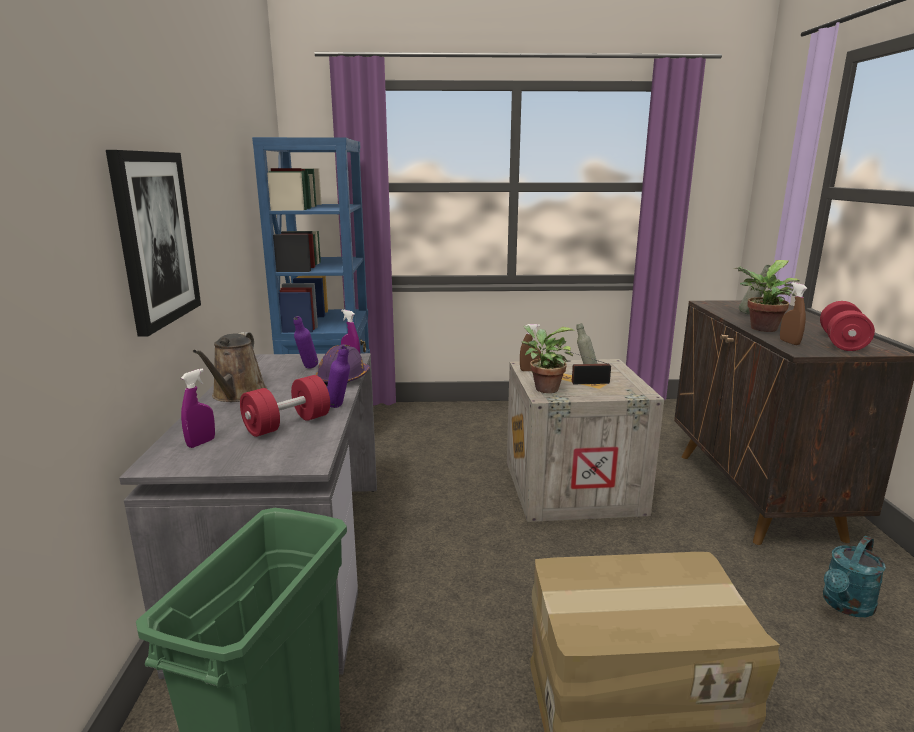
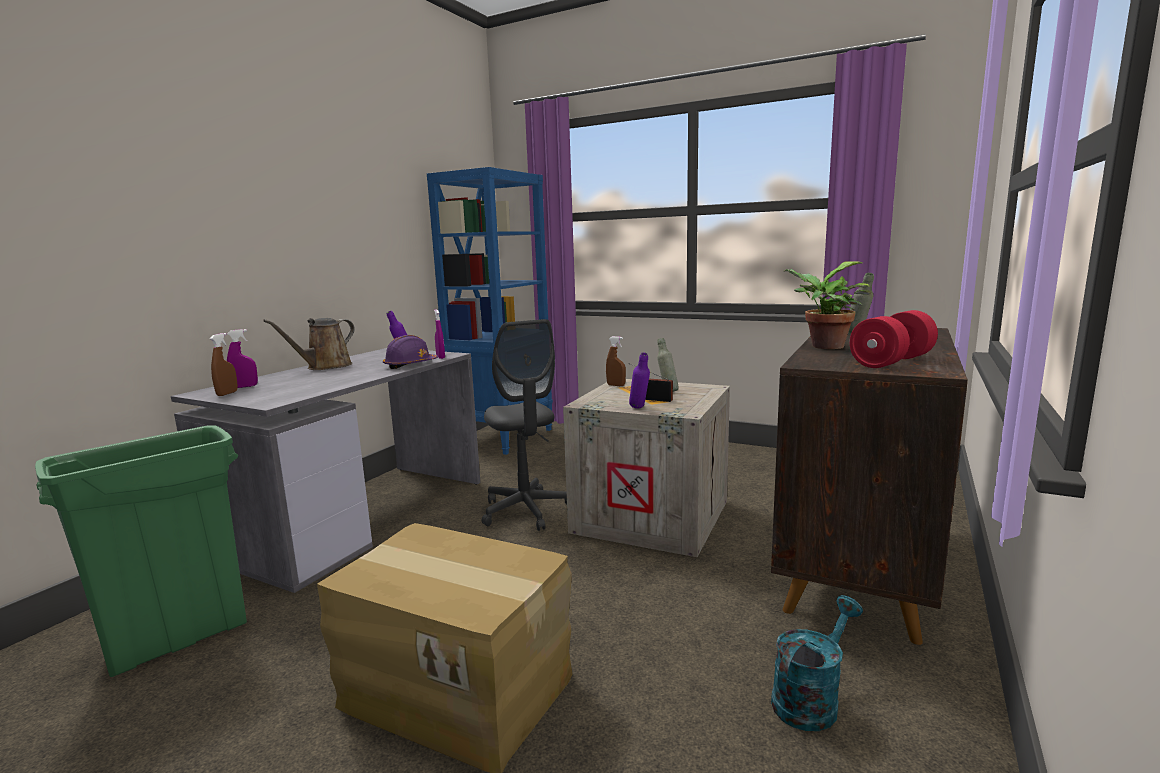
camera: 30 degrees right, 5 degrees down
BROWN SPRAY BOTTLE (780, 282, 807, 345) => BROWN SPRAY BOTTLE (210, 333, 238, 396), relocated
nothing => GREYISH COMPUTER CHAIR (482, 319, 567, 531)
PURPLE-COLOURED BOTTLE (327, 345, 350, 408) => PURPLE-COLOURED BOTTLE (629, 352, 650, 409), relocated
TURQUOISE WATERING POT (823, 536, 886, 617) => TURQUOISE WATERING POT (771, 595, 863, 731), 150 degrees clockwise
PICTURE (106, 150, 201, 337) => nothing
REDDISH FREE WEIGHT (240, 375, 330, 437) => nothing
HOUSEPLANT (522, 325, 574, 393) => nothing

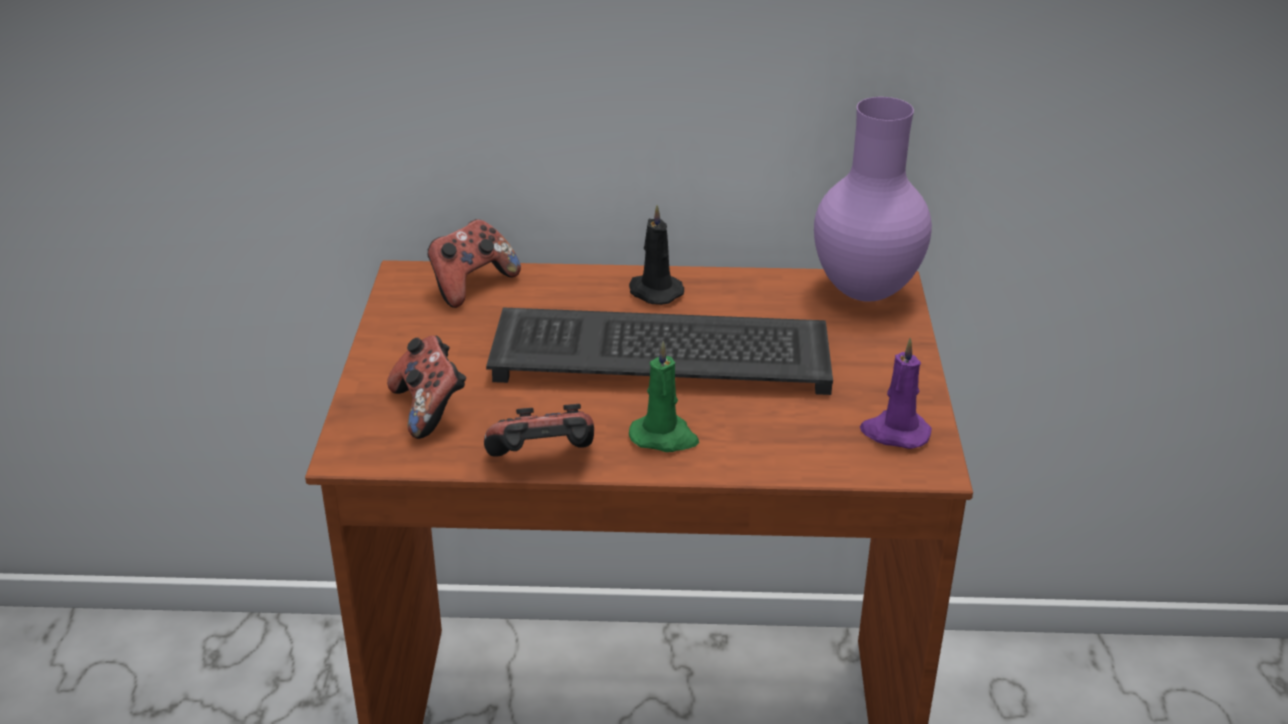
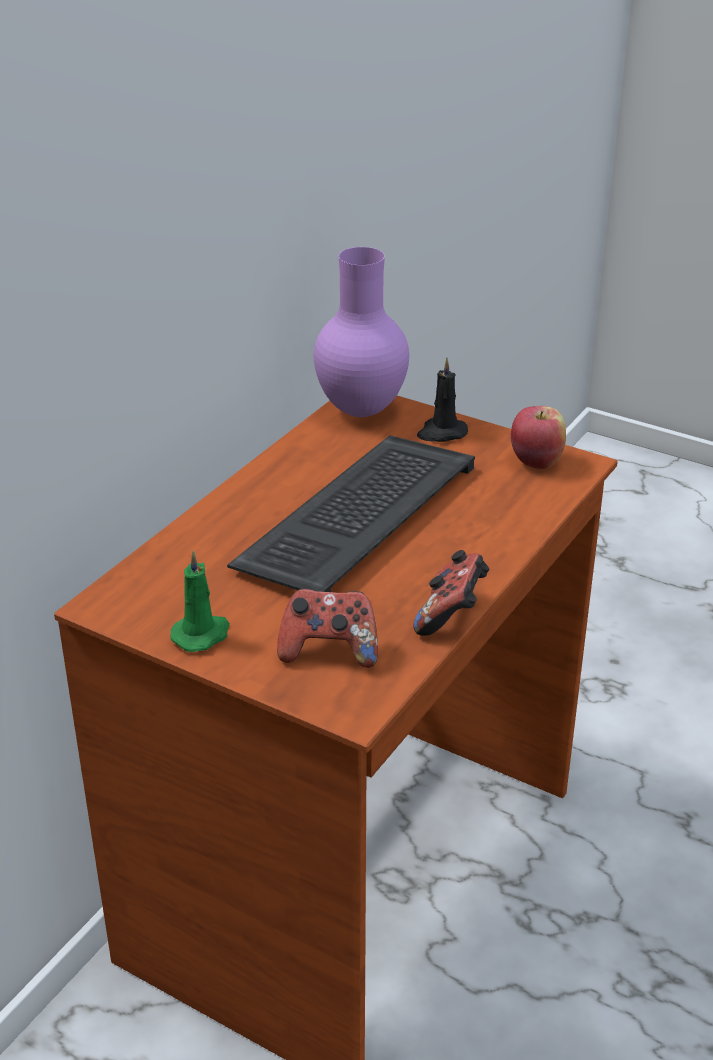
camera: 60 degrees left, 0 degrees up
GREEN WAX LIGHT (629, 341, 699, 452) => GREEN WAX LIGHT (170, 550, 230, 652), relocated
BLACK-COLOURED WAX LIGHT (629, 205, 684, 305) => BLACK-COLOURED WAX LIGHT (417, 358, 468, 442), relocated
PURPLE-COLOURED WAX LIGHT (860, 338, 932, 449) => APPLE FRUIT (511, 406, 566, 469)
GAME CONTROLLER (428, 219, 521, 308) => nothing

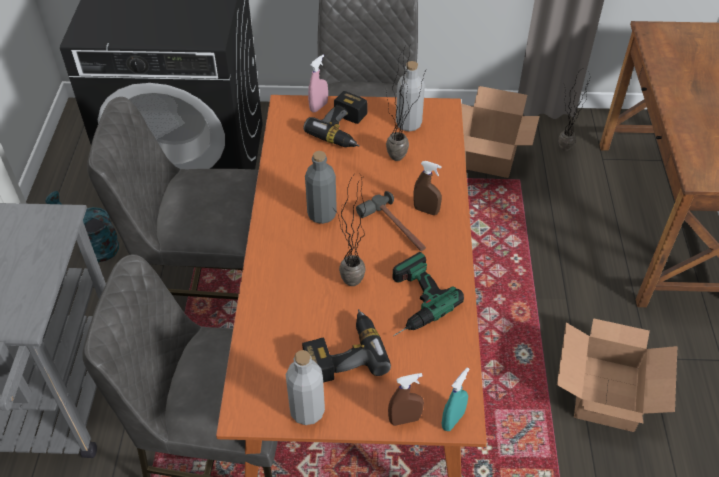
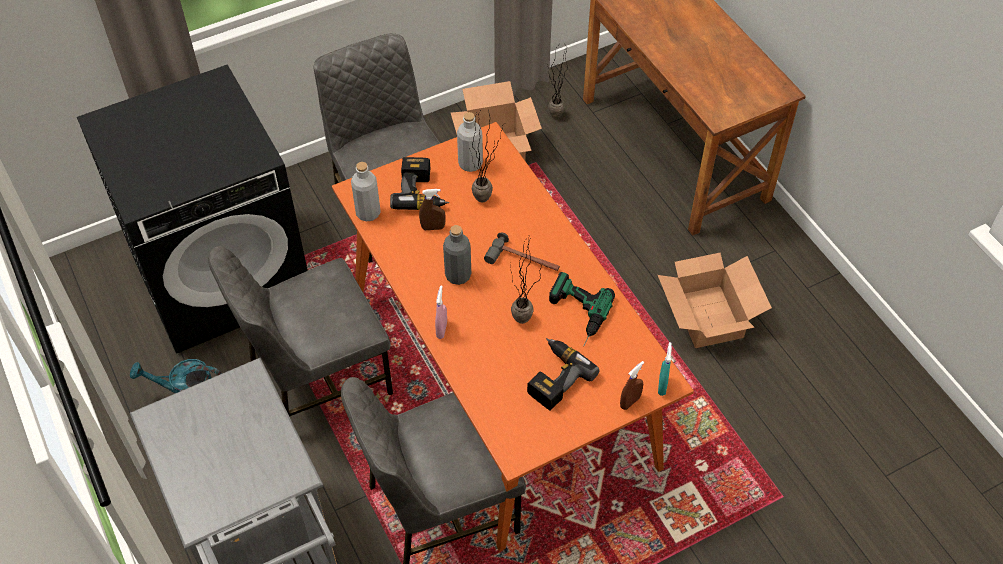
camera: 30 degrees left, 5 degrees up
GREYISH BOTTLE (286, 350, 325, 425) => GREYISH BOTTLE (351, 162, 381, 222), relocated
BROWN SPRAY BOTTLE (413, 161, 442, 215) => BROWN SPRAY BOTTLE (419, 189, 446, 230), relocated
PINKISH SPRAY BOTTLE (308, 55, 328, 113) => PINKISH SPRAY BOTTLE (435, 286, 447, 339), relocated

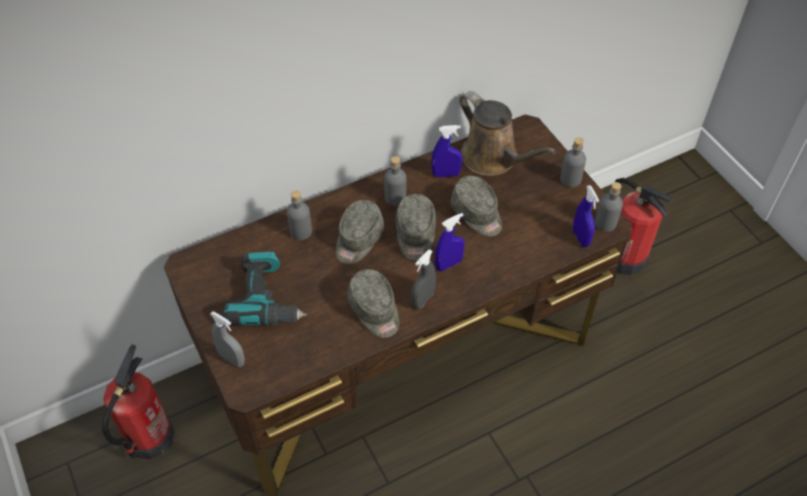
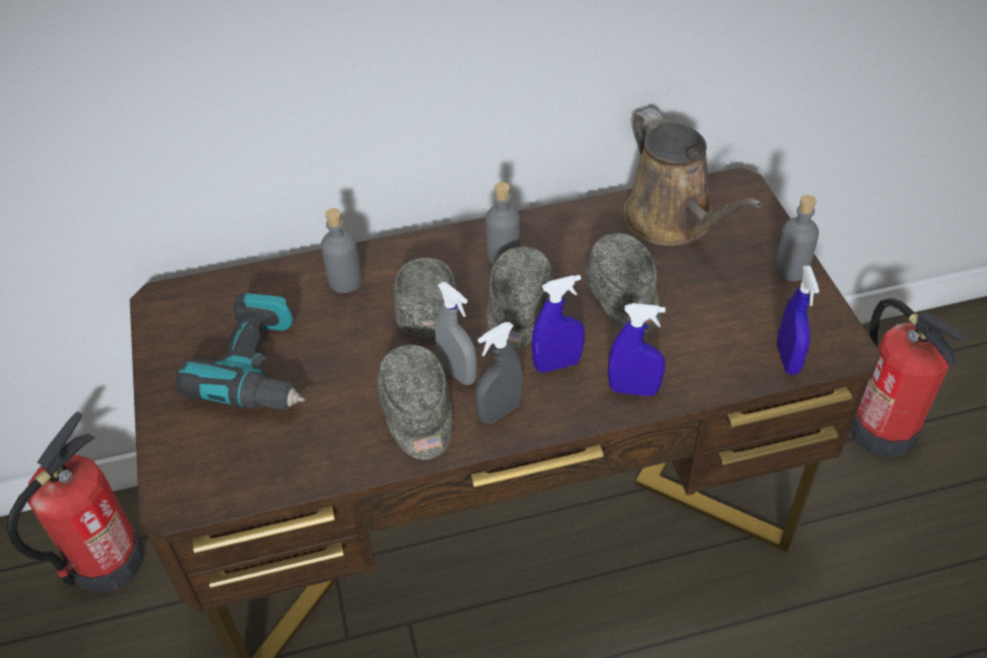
camera: 15 degrees right, 5 degrees down
GREYISH PEAKED CAP (336, 200, 384, 264) => GREYISH PEAKED CAP (394, 258, 460, 337), 135 degrees clockwise
GREYISH SPRAY BOTTLE (210, 311, 245, 367) => GREYISH SPRAY BOTTLE (435, 282, 477, 385), relocated
BLUE SPRAY BOTTLE (431, 125, 463, 177) => BLUE SPRAY BOTTLE (608, 303, 666, 396), relocated
GREYISH BOTTLE (595, 182, 623, 232) => nothing

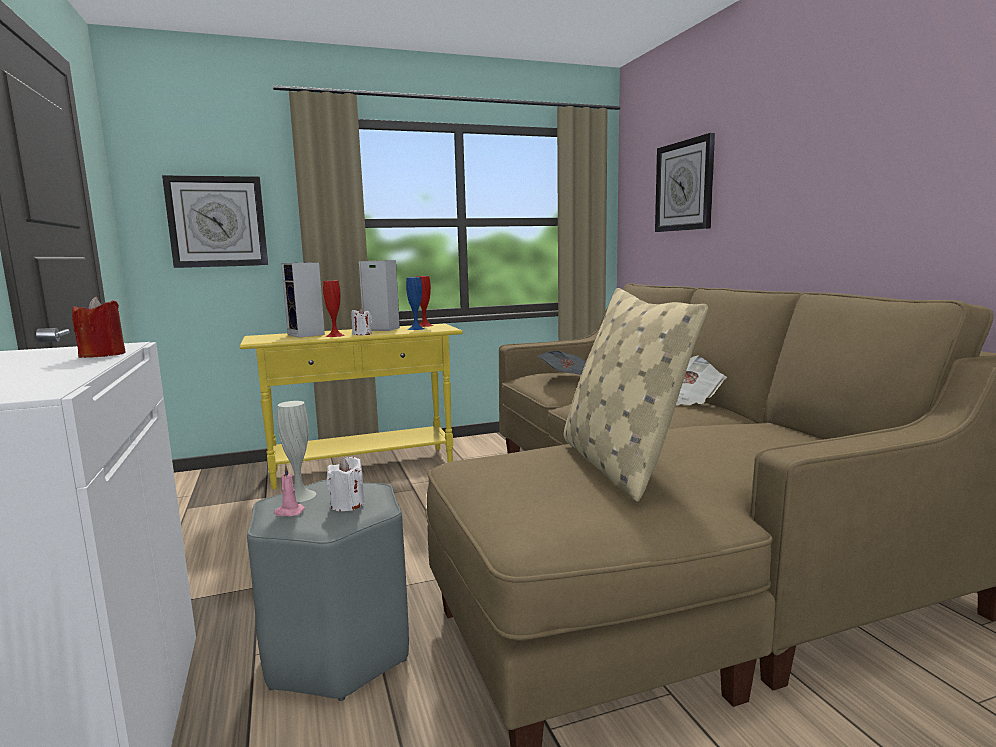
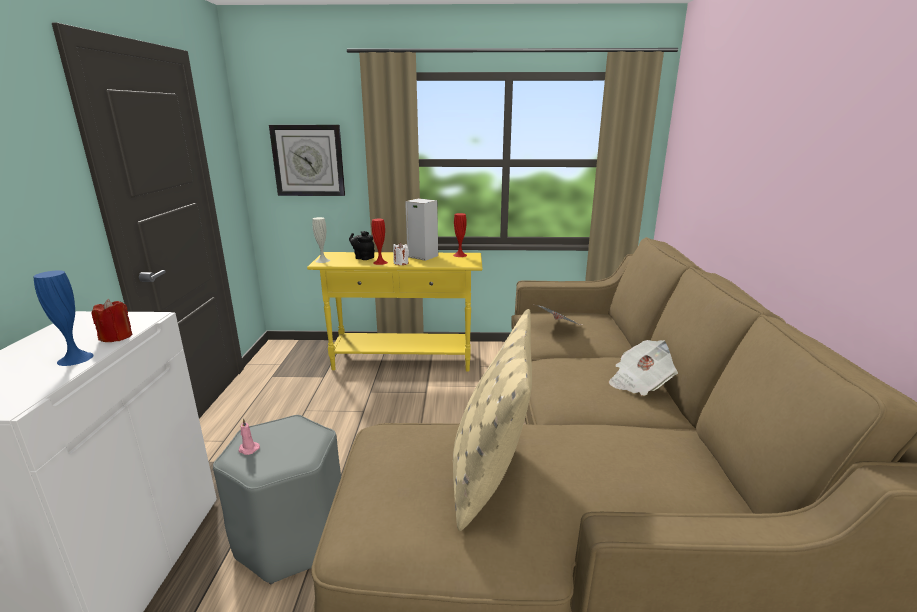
camera: 20 degrees right, 10 degrees up
BLUE DECORATIVE VASE (406, 277, 425, 330) => BLUE DECORATIVE VASE (34, 271, 94, 366), relocated
WHITE-COLOURED DECORATIVE VASE (277, 401, 316, 502) => WHITE-COLOURED DECORATIVE VASE (312, 217, 330, 263), relocated
SPEAKER (281, 262, 325, 338) => BLACK-COLOURED TEA POT (349, 231, 375, 260)
WHITE-COLOURED WAX LIGHT (326, 457, 365, 511) => nothing
WALL CLOCK (655, 133, 715, 232) => nothing

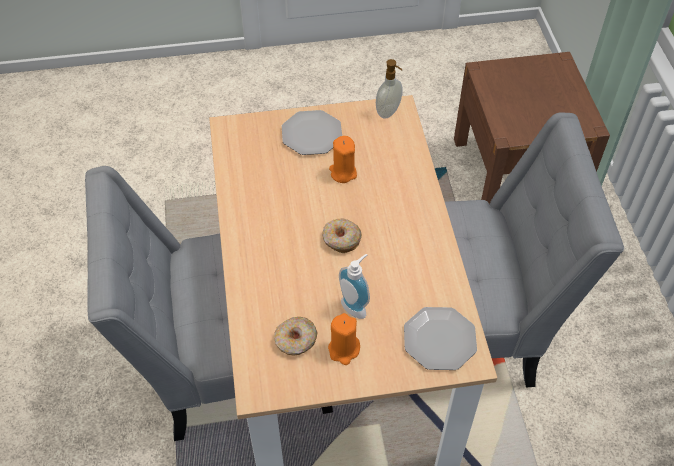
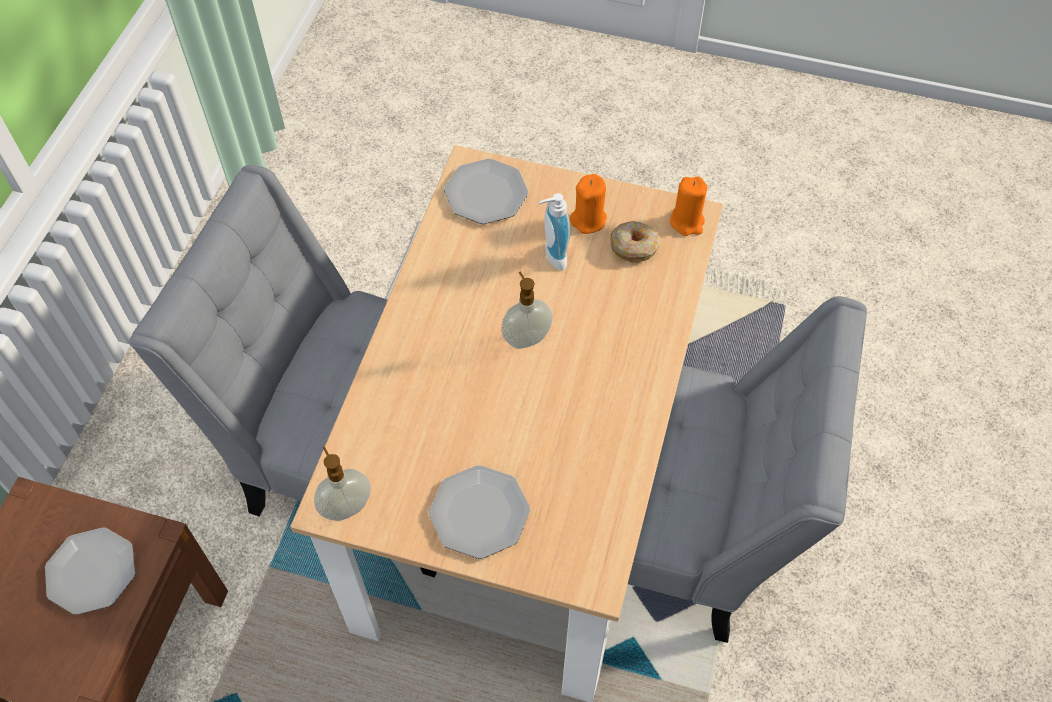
camera: 155 degrees left, 5 degrees up
nothing => PLATE (45, 527, 136, 615)
RING DOUGHNUT (322, 219, 362, 253) => SOAP BOTTLE (501, 272, 553, 349)
ORANGE WAX LIGHT (329, 136, 357, 183) => ORANGE WAX LIGHT (670, 176, 707, 236), relocated

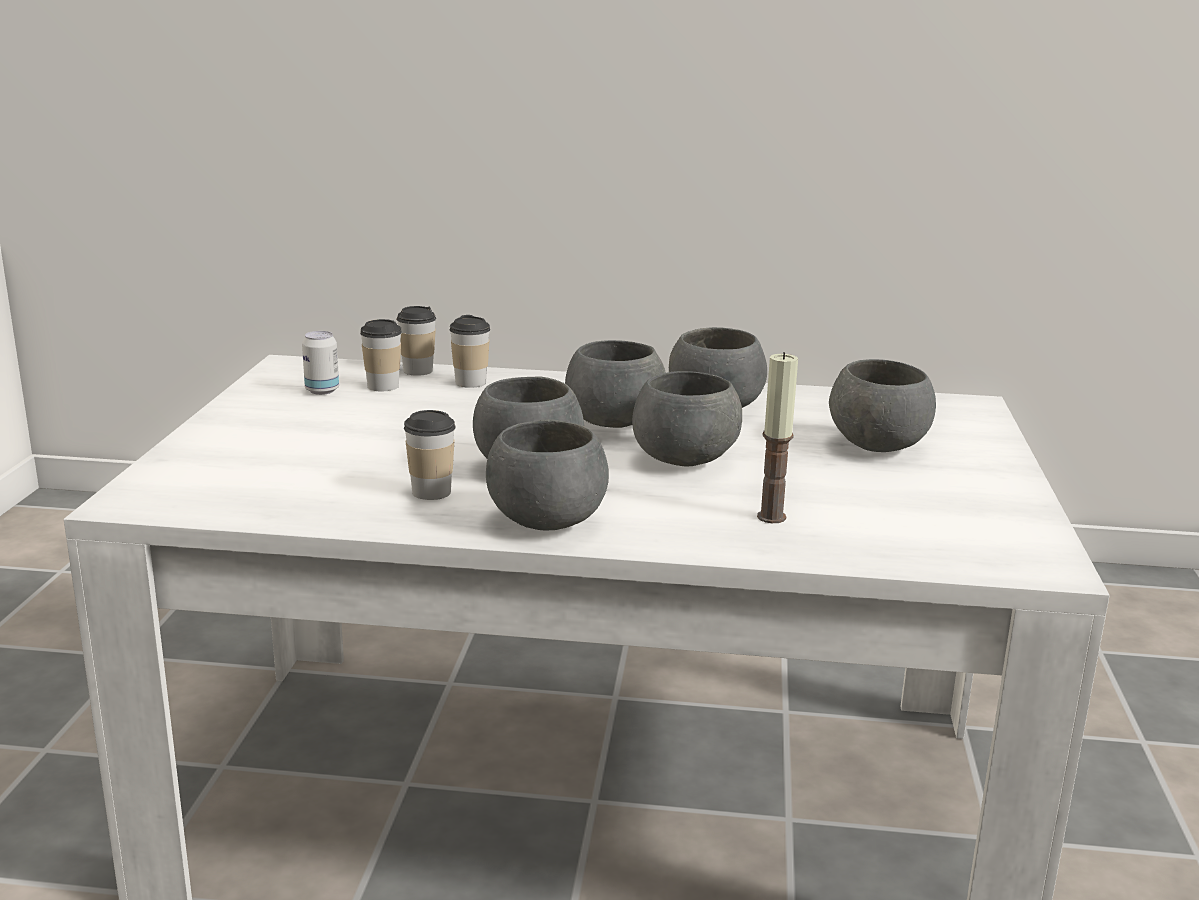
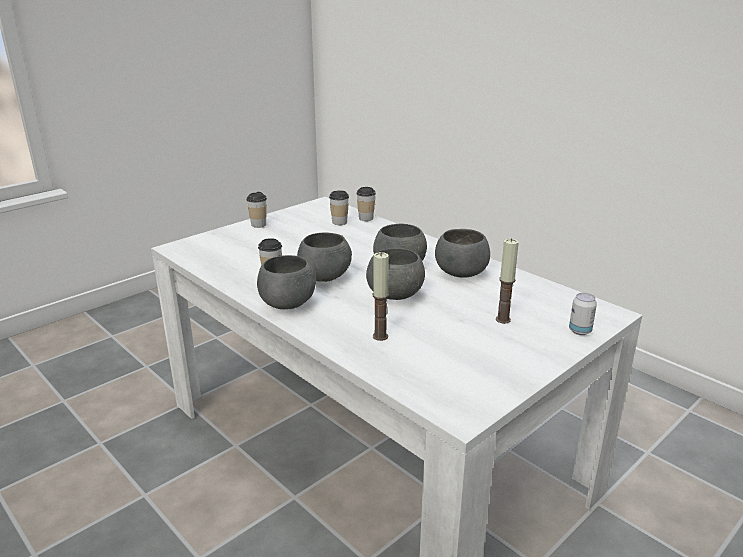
camera: 40 degrees right, 5 degrees up
SMALL CUP (449, 315, 490, 388) => SMALL CUP (247, 192, 267, 228), relocated
GREYISH SERVING BOWL (829, 359, 936, 452) => WAX LIGHT (496, 238, 519, 324)
SEALED CAN (302, 331, 339, 395) => SEALED CAN (569, 293, 597, 335), relocated

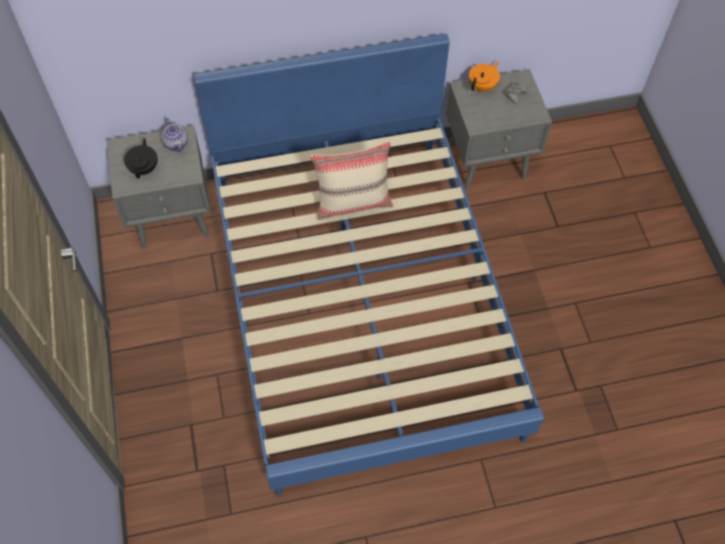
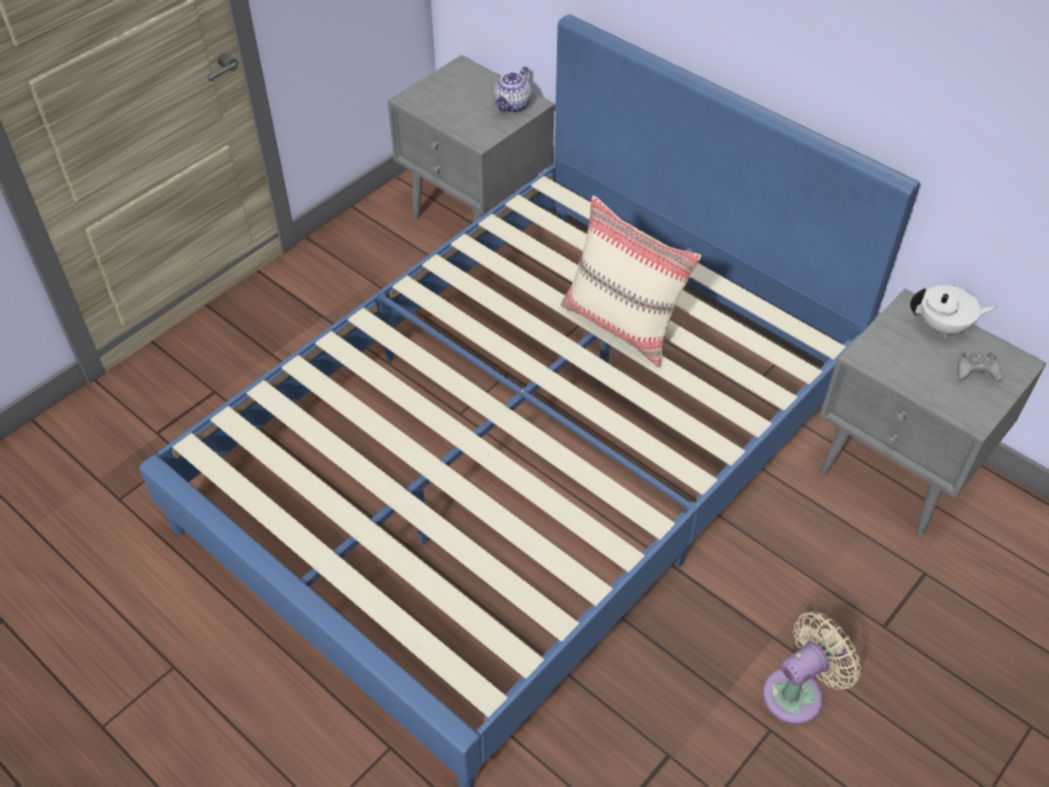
camera: 55 degrees right, 10 degrees down
nothing => BEIGE FAN (763, 611, 861, 725)
ORANGE TEA POT (469, 62, 500, 91) => WHITE-COLOURED TEA POT (910, 285, 997, 337)
BLACK-COLOURED TEA POT (124, 138, 158, 179) => nothing

